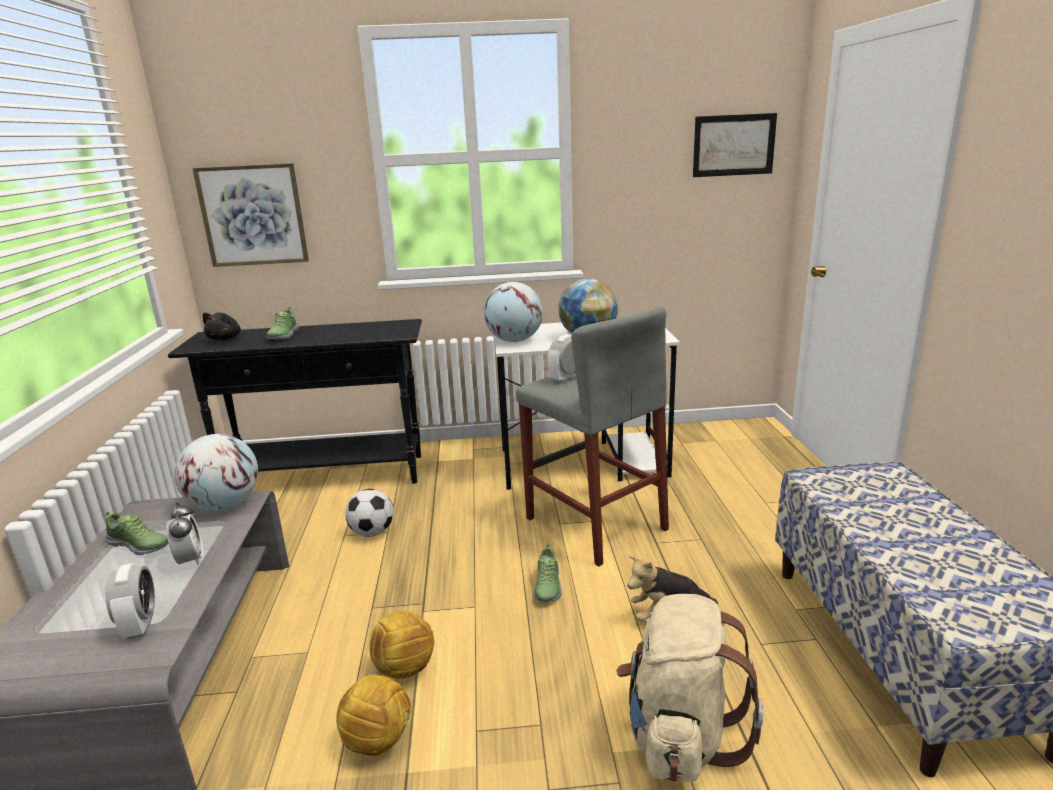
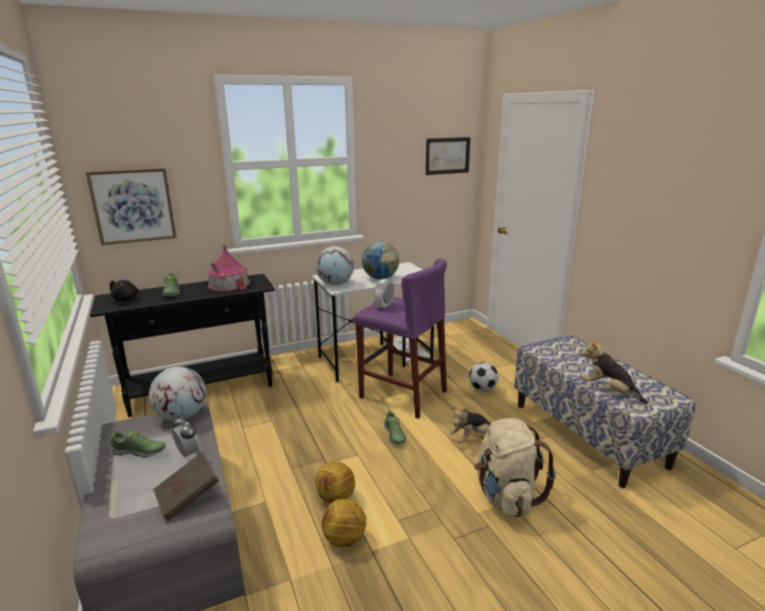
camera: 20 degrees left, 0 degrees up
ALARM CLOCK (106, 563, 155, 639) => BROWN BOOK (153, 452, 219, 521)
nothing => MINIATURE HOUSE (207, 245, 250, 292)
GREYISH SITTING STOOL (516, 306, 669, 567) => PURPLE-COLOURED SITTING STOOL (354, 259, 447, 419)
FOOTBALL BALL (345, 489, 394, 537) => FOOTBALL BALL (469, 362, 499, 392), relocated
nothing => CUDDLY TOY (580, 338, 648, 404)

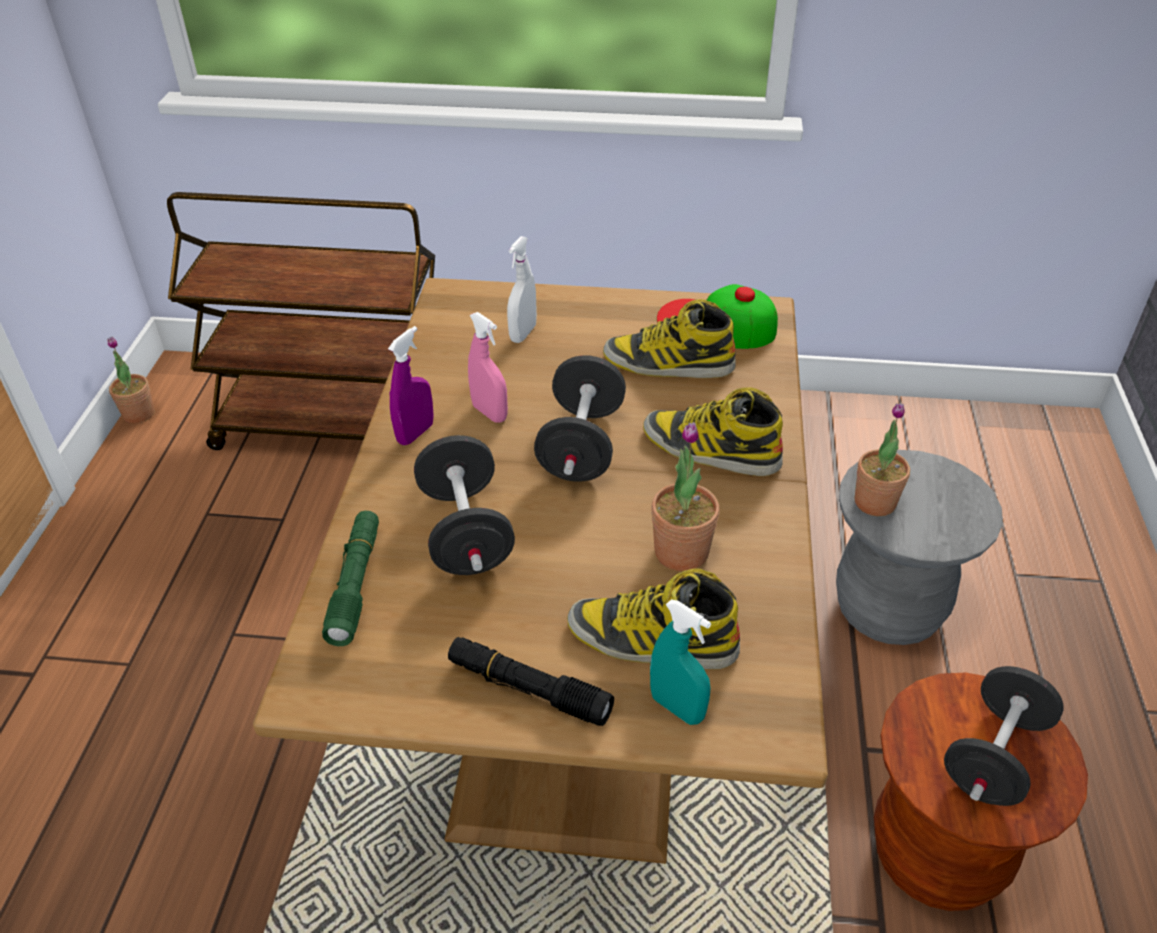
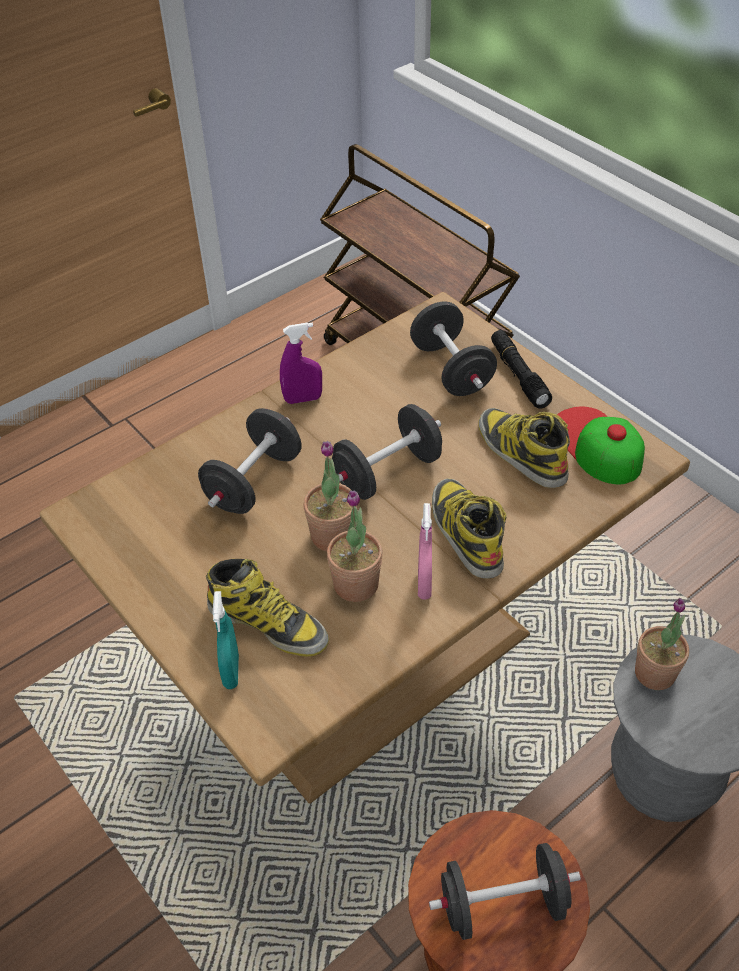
camera: 45 degrees right, 5 degrees up
BOOT (567, 568, 740, 669) => BOOT (206, 559, 329, 657), 150 degrees clockwise
HOUSEPLANT (107, 336, 154, 424) => HOUSEPLANT (303, 441, 357, 551), relocated
WHITE-COLOURED SPRAY BOTTLE (507, 236, 537, 343) => BLACK-COLOURED FREE WEIGHT (410, 302, 497, 396)
PINKISH SPRAY BOTTLE (468, 312, 508, 423) => PINKISH SPRAY BOTTLE (418, 503, 432, 600), relocated
BLACK-COLOURED FLASHLIGHT (448, 637, 614, 726) => BLACK-COLOURED FLASHLIGHT (491, 330, 552, 409), relocated
GREEN FLASHLIGHT (322, 511, 379, 646) => nothing

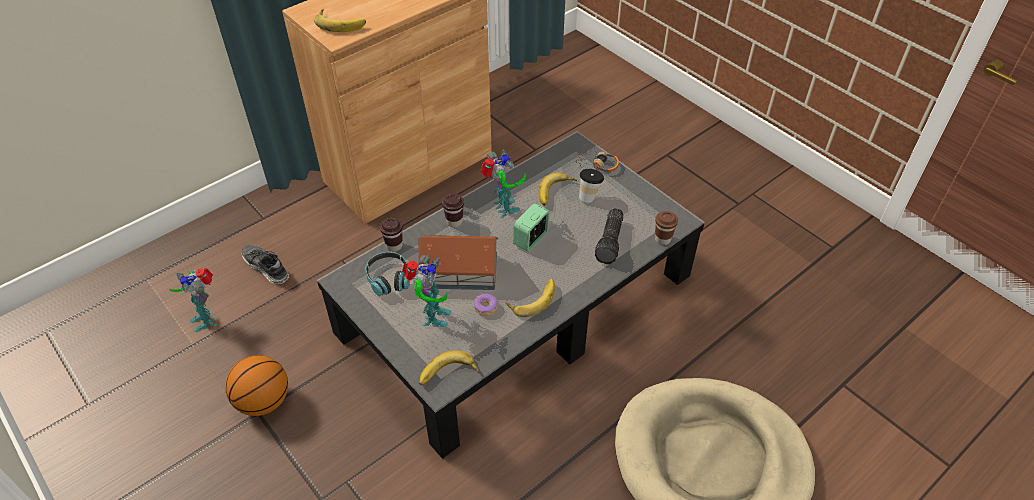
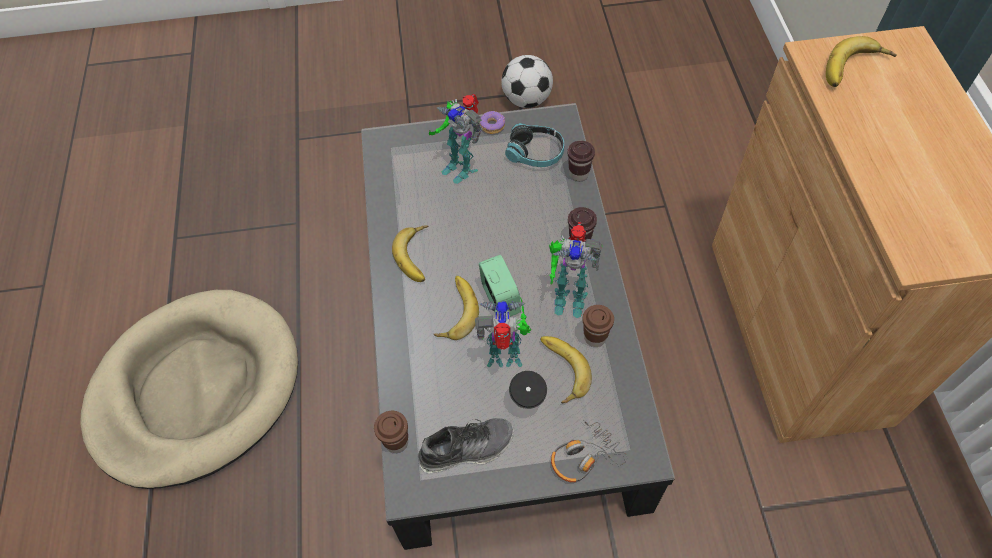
camera: 125 degrees right, 10 degrees up
ITEM OF FOOTWEAR (241, 245, 289, 284) => ITEM OF FOOTWEAR (418, 418, 514, 473), relocated
WHOLE BANANA (419, 350, 479, 385) => WHOLE BANANA (434, 276, 479, 340), relocated
ROBOT FIGURE (169, 268, 217, 332) => ROBOT FIGURE (475, 298, 532, 367), relocated
RING DOUGHNUT (474, 294, 498, 316) => RING DOUGHNUT (480, 111, 505, 134), relocated
BASKETBALL (225, 355, 288, 416) => FOOTBALL BALL (501, 55, 553, 108)
nothing => BROWN SMALL CUP (582, 305, 614, 347)
MINIATURE HOUSE (419, 235, 498, 290) => nothing
FLASHLIGHT (595, 208, 623, 264) => nothing

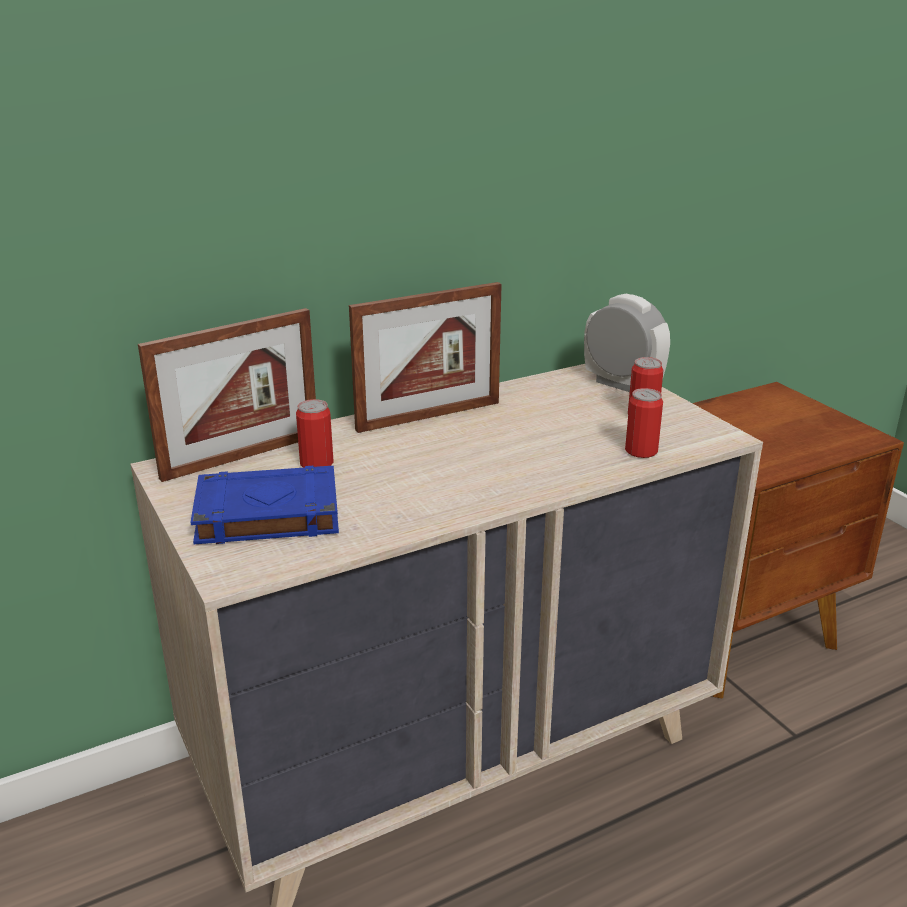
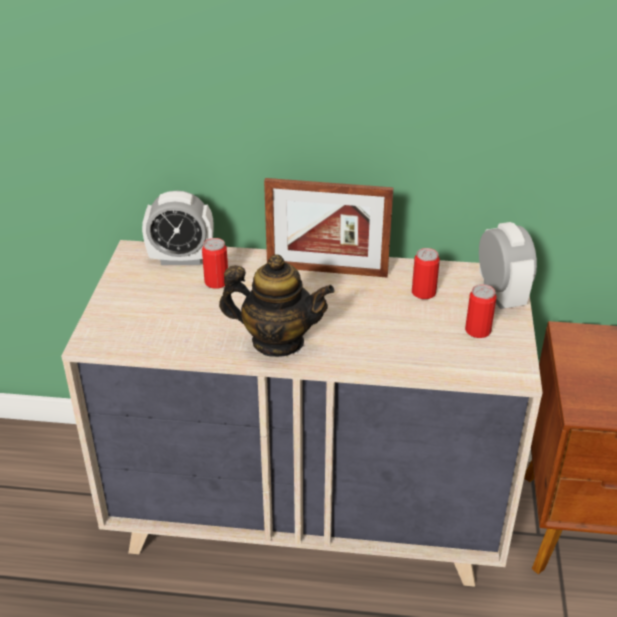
camera: 35 degrees right, 10 degrees up
STANDING FRAME (138, 308, 316, 482) => ALARM CLOCK (142, 190, 214, 265)
nothing => TEA POT (219, 254, 335, 357)
SEALED CAN (625, 388, 663, 458) => SEALED CAN (412, 248, 440, 299), relocated
BLUE BOOK (190, 466, 339, 544) => nothing

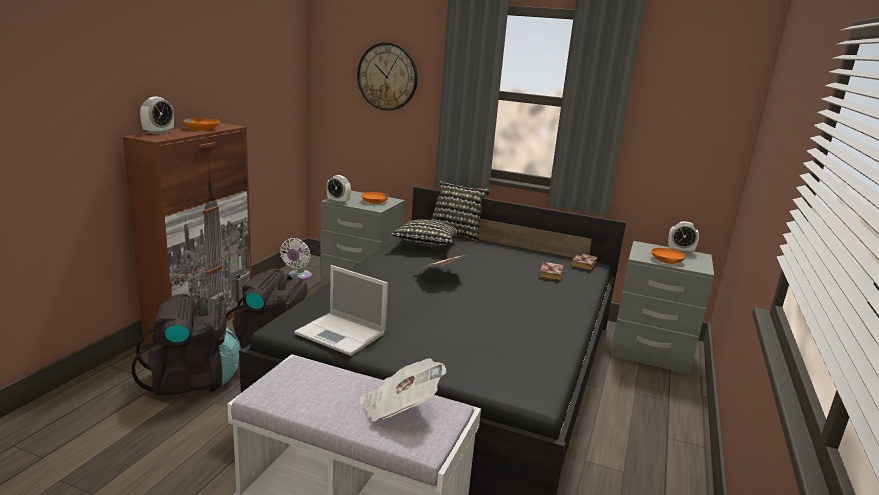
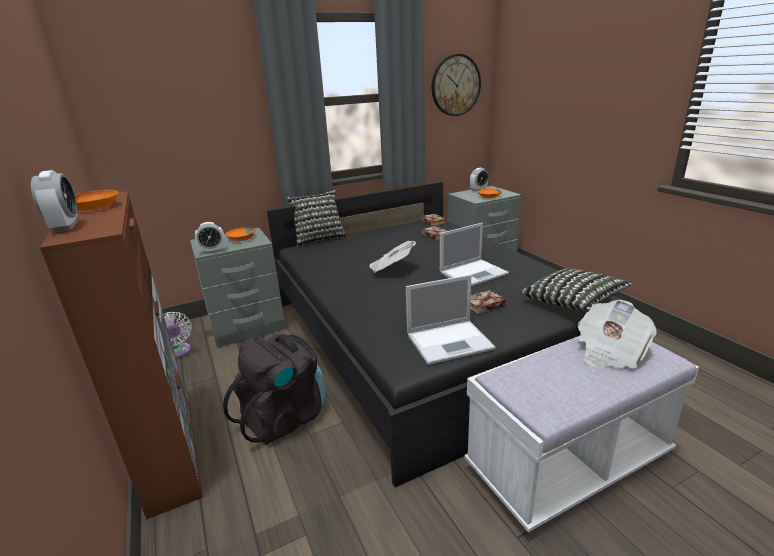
camera: 45 degrees left, 5 degrees up
WALL CLOCK (357, 43, 418, 111) => WALL CLOCK (432, 54, 481, 116), relocated
nothing => NOTEBOOK COMPUTER (440, 223, 509, 286)
nothing => BOOK (470, 290, 506, 314)
CUSHION (391, 219, 460, 246) => CUSHION (522, 269, 632, 310), relocated
BLACK-COLOURED RUCKSACK (132, 294, 241, 396) => nothing

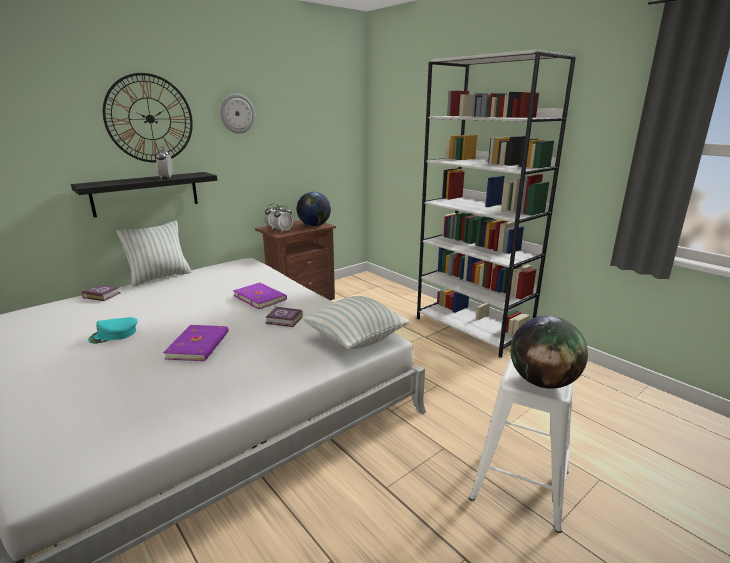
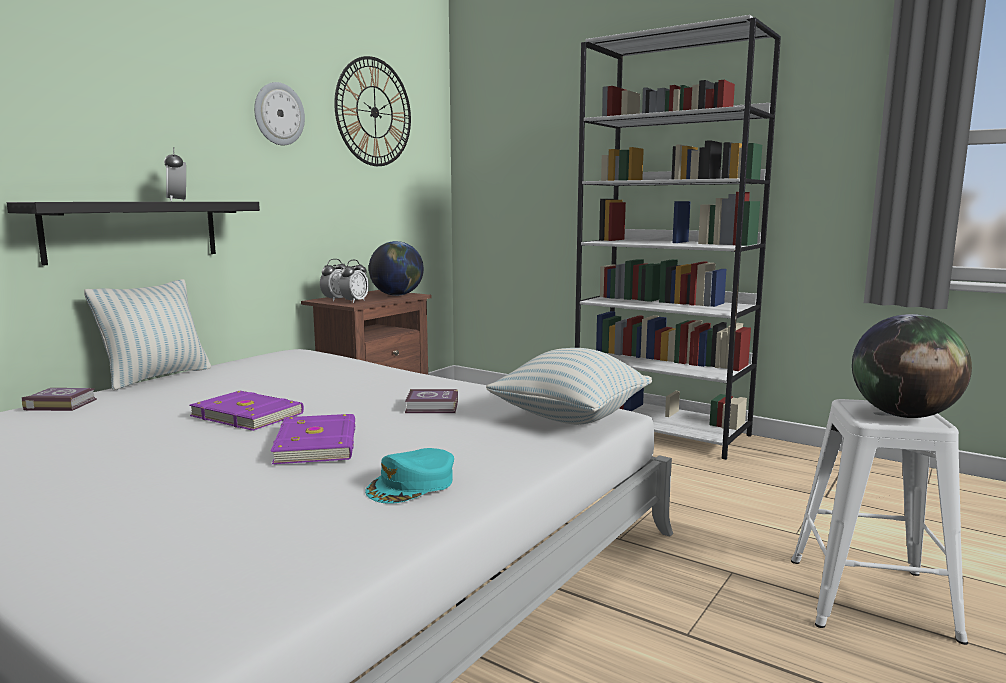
camera: 15 degrees left, 10 degrees down
PURPLE-COLOURED BOOK (233, 283, 287, 310) => PURPLE-COLOURED BOOK (189, 391, 304, 431), relocated
WALL CLOCK (103, 73, 193, 162) => WALL CLOCK (334, 56, 411, 166), relocated
TURQUOISE PEAKED CAP (88, 317, 138, 344) => TURQUOISE PEAKED CAP (365, 448, 454, 504), relocated

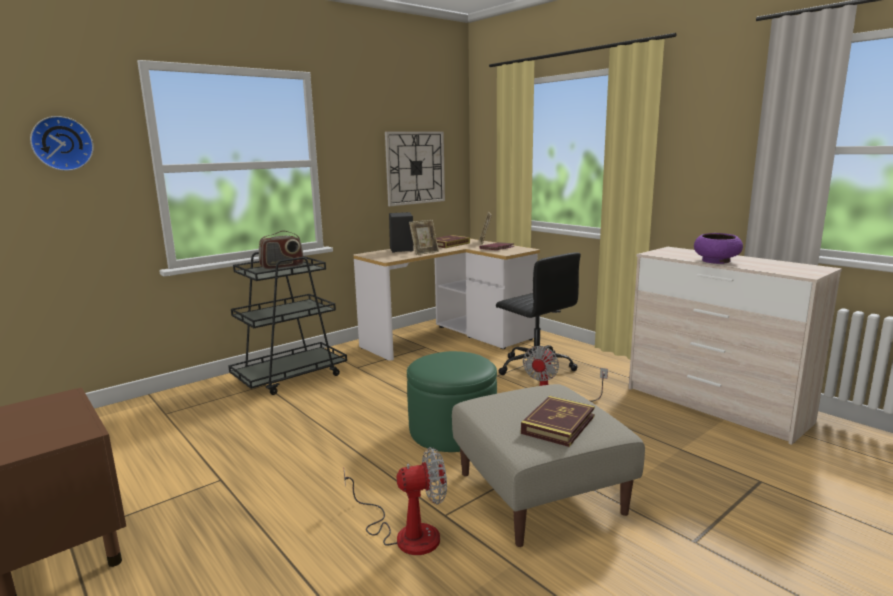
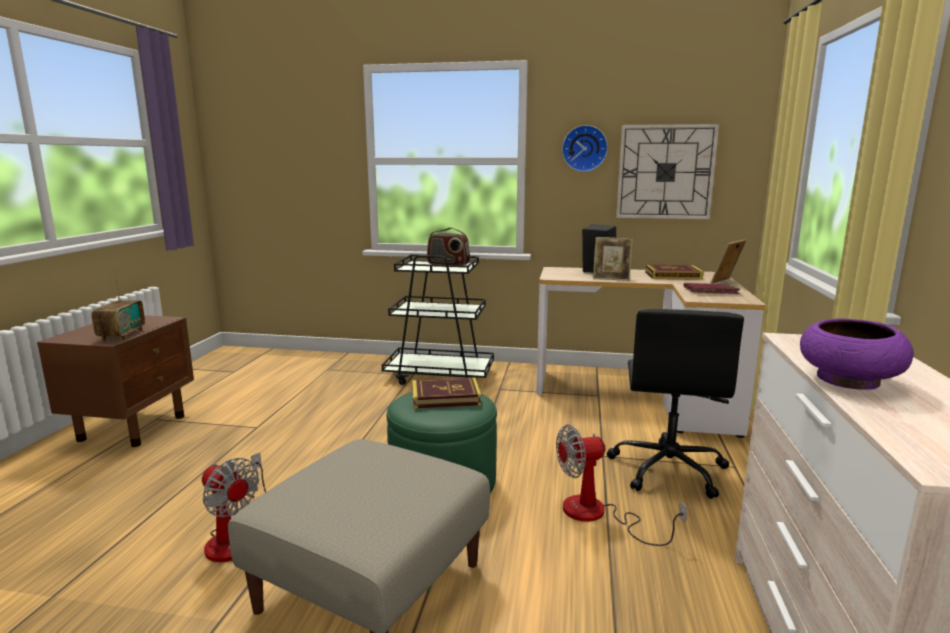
camera: 50 degrees right, 0 degrees up
nothing => RADIO RECEIVER (91, 276, 145, 342)
BOOK (521, 396, 595, 447) => BOOK (412, 378, 481, 409), relocated
WALL CLOCK (30, 116, 94, 171) => WALL CLOCK (562, 125, 608, 172), relocated

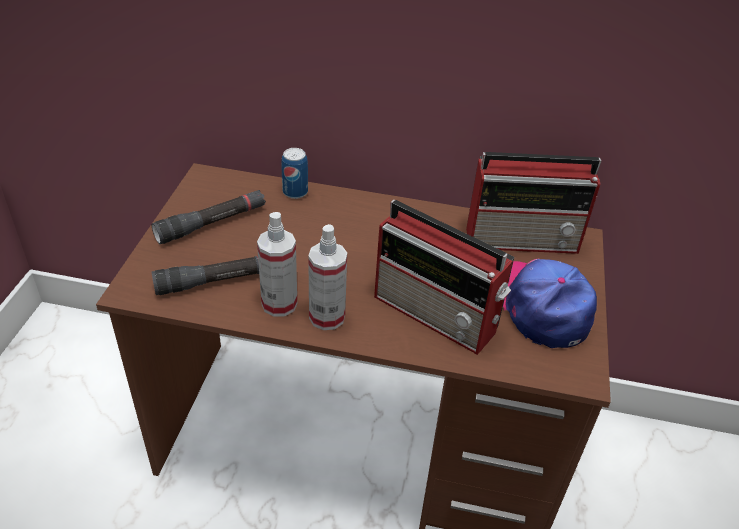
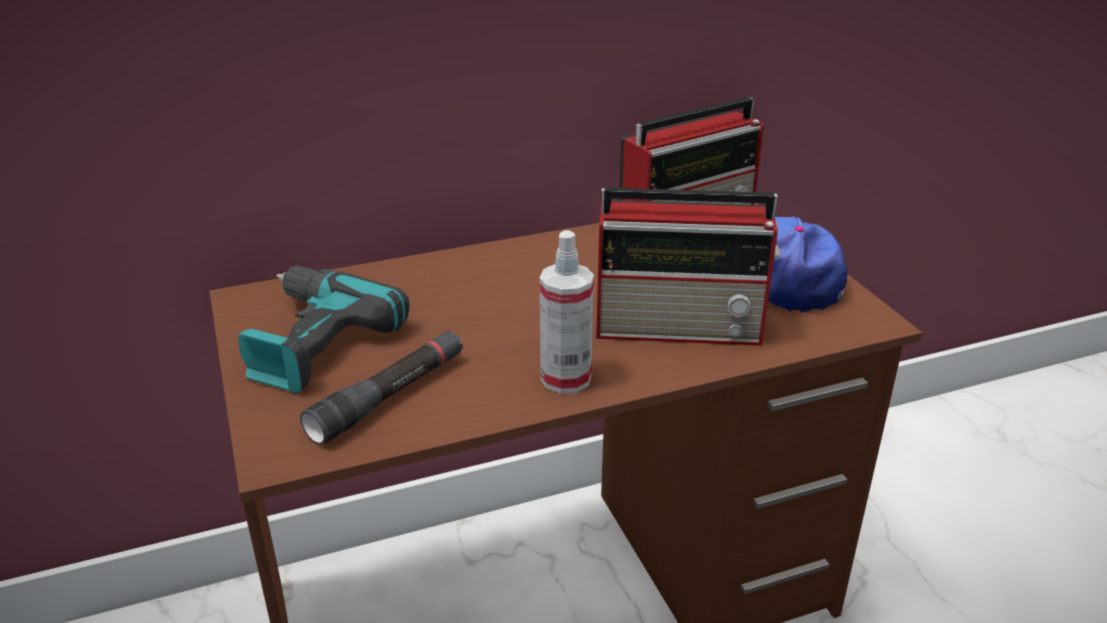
camera: 30 degrees left, 10 degrees down
BLACK-COLOURED FLASHLIGHT (151, 190, 266, 244) => POWER DRILL (237, 266, 410, 394)
SPRAY BOTTLE (257, 212, 297, 317) => nothing
SEALED CAN (281, 148, 308, 199) => nothing

